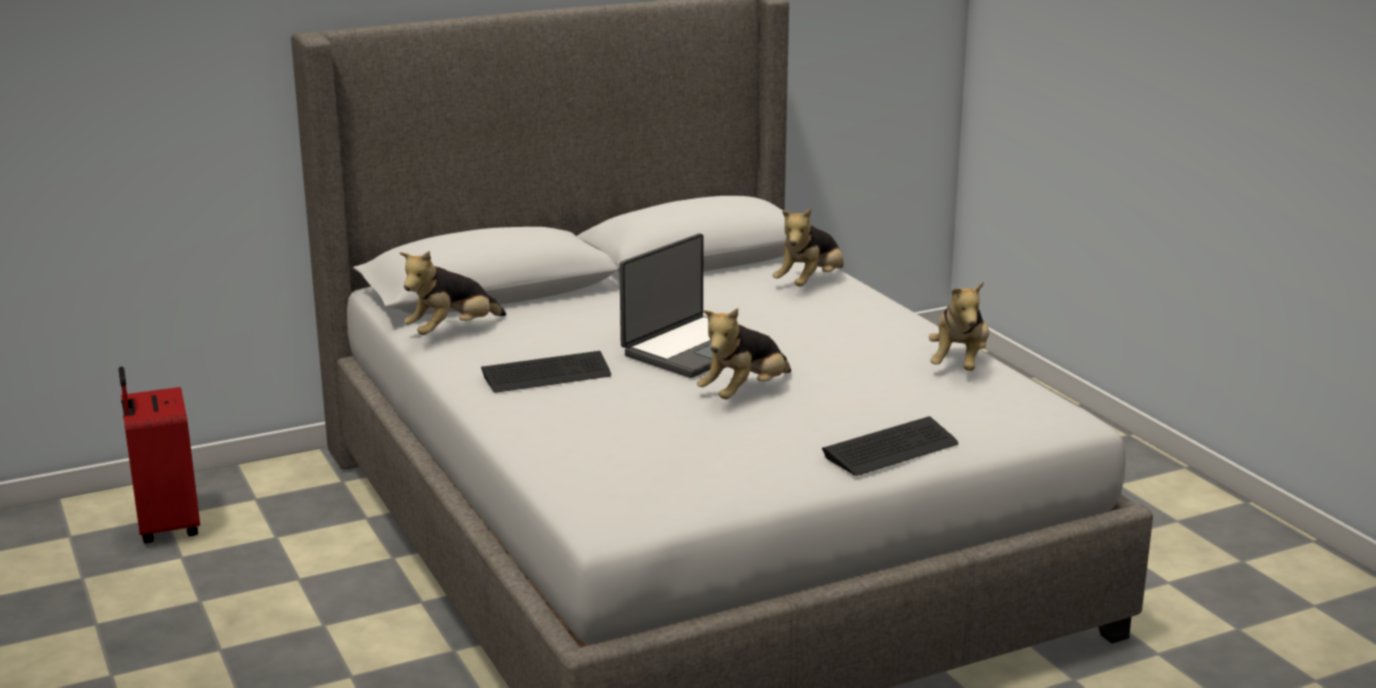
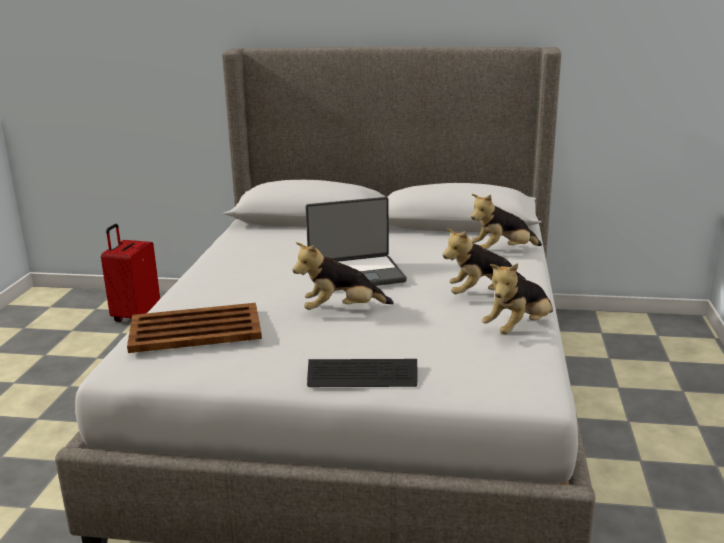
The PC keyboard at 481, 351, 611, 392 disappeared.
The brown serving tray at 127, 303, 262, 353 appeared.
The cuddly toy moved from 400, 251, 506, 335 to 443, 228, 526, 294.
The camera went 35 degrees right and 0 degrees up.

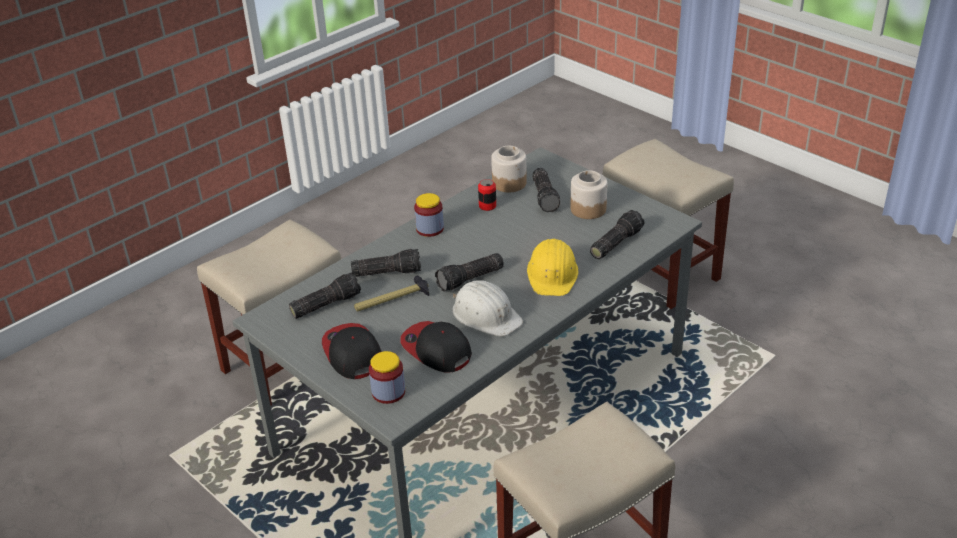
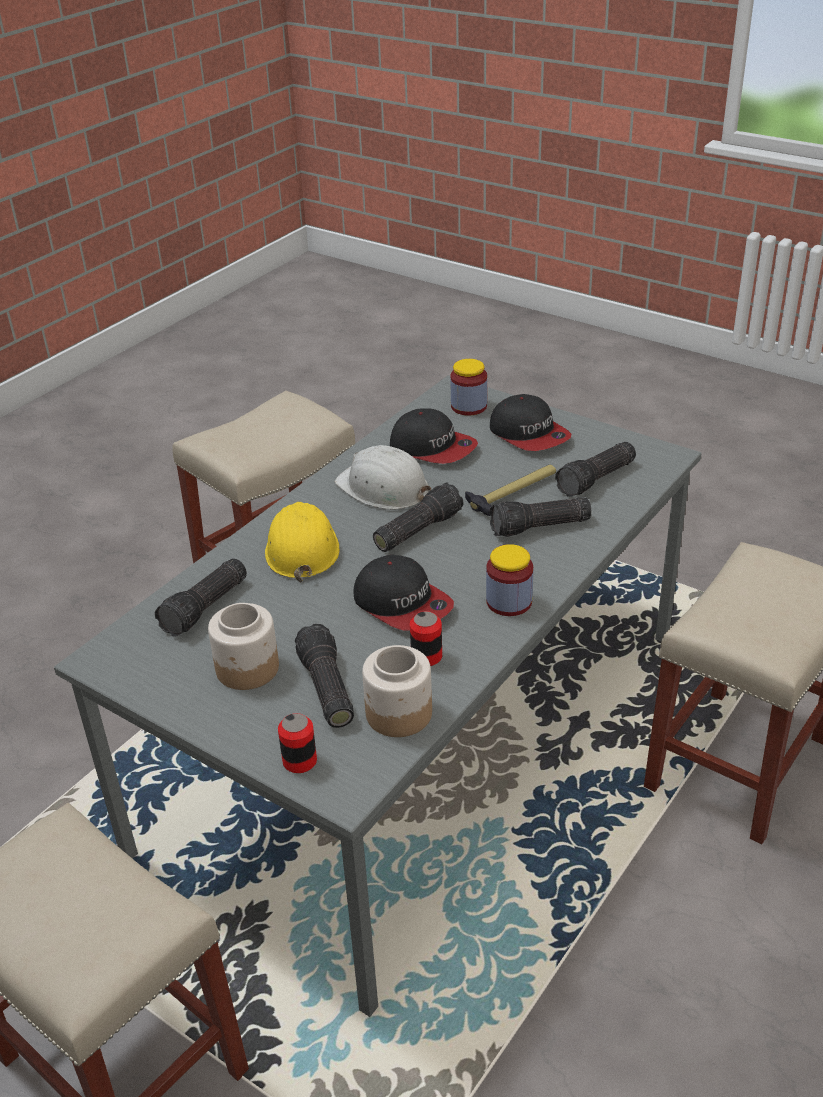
The sealed can at 278, 713, 317, 773 appeared.
The baseball cap at 353, 555, 454, 631 appeared.
The camera went 170 degrees right and 0 degrees up.

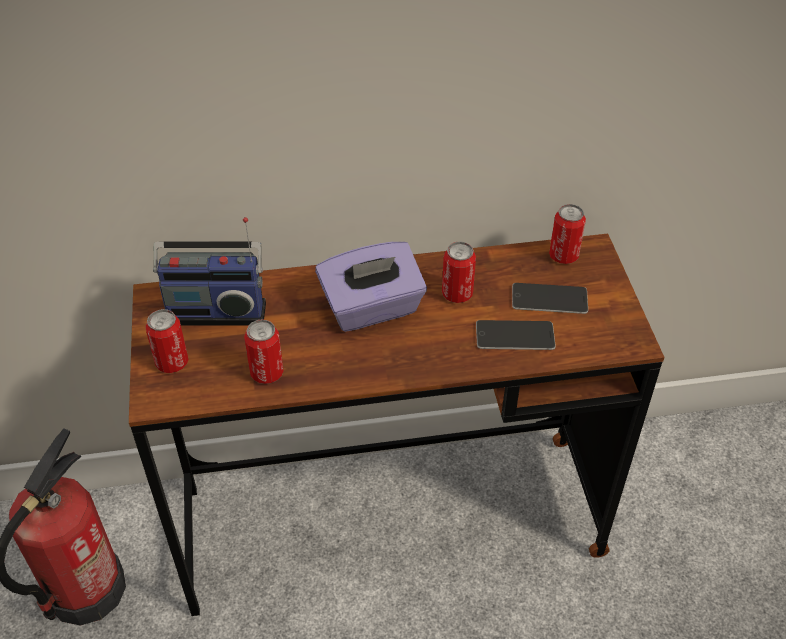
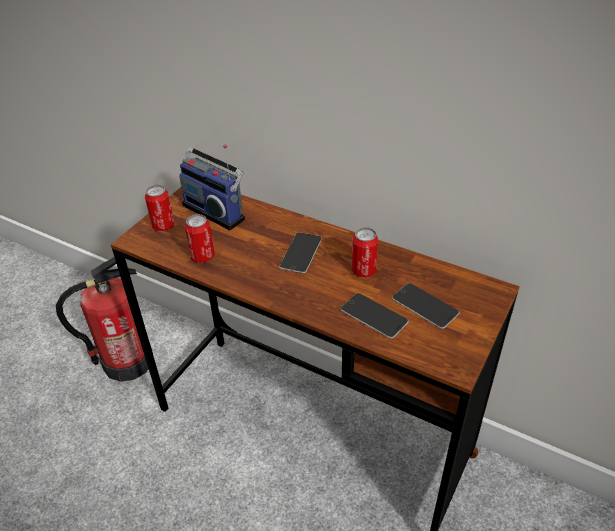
The sealed can at 549, 204, 586, 264 disappeared.
The purple tissue holder at 315, 242, 427, 332 was replaced by the handset at 279, 232, 322, 273.
The camera went 40 degrees right and 5 degrees down.

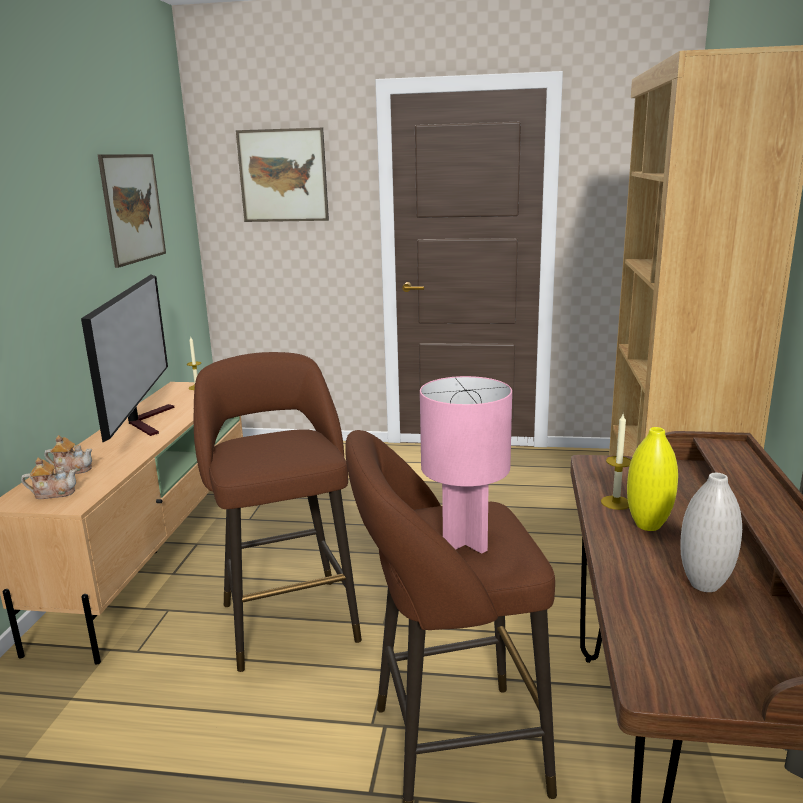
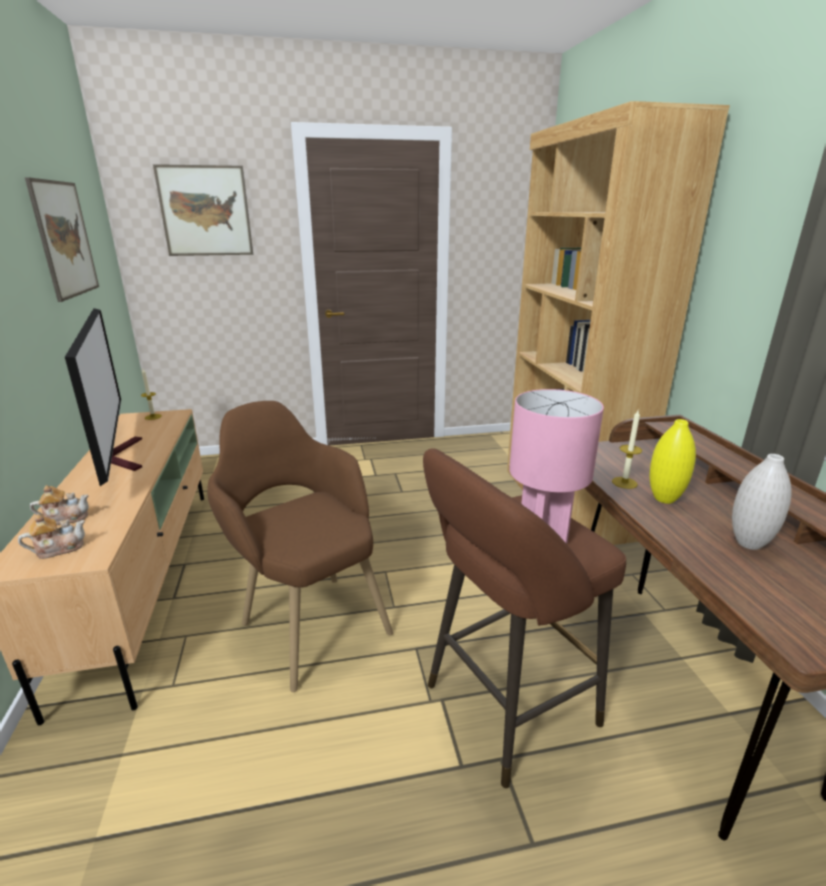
The brown sitting stool at 194, 352, 362, 672 was replaced by the brown lounge chair at 207, 401, 393, 692.
The camera went 20 degrees left and 5 degrees up.

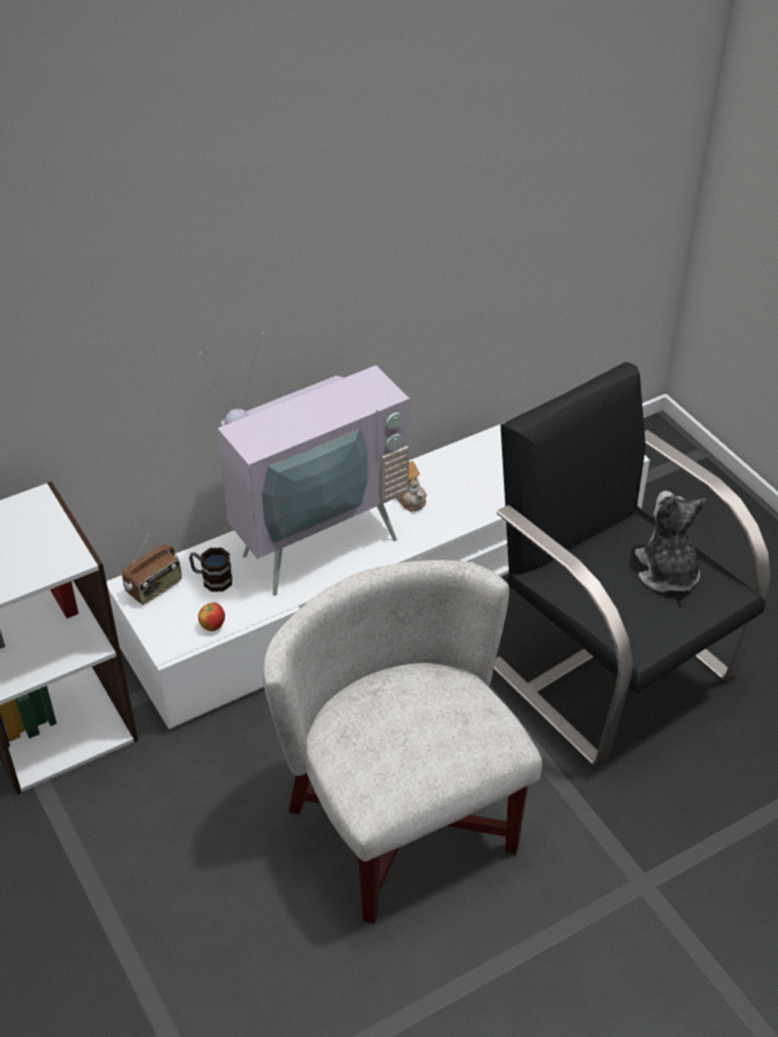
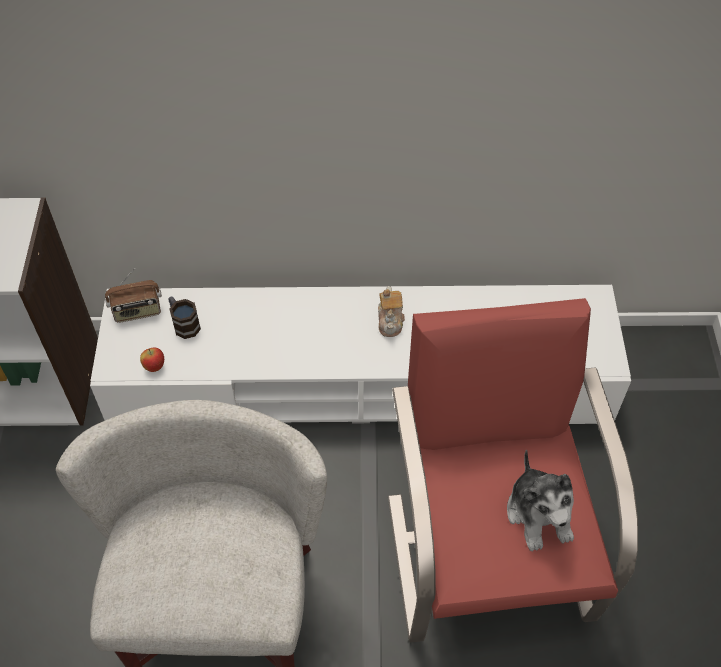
The television at 199, 332, 410, 596 disappeared.
The blackish lounge chair at 494, 362, 771, 766 became the red-coloured lounge chair at 388, 298, 638, 643.
The cuddly toy at 635, 491, 706, 593 turned 150 degrees clockwise.
The camera went 30 degrees right and 10 degrees up.

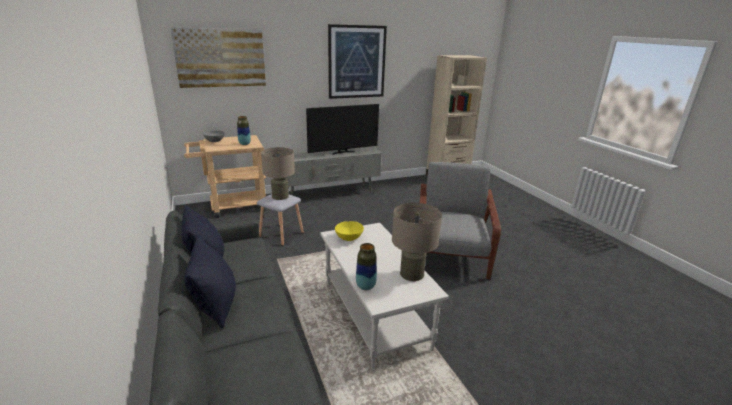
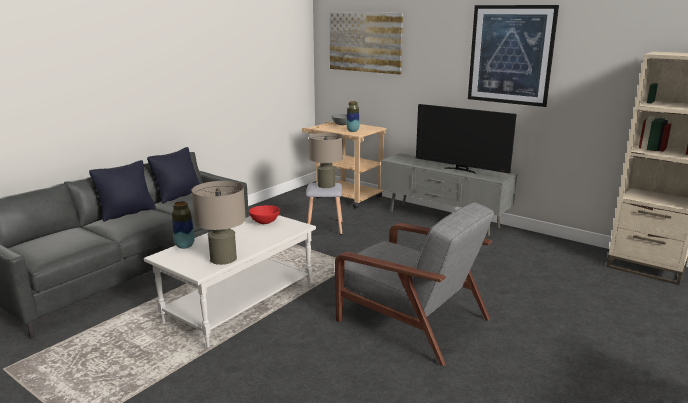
The yellowish deep dish at 335, 221, 364, 241 became the red-coloured deep dish at 249, 205, 280, 224.
The grey lounge chair at 420, 162, 501, 279 turned 60 degrees clockwise.
The camera went 60 degrees right and 5 degrees down.

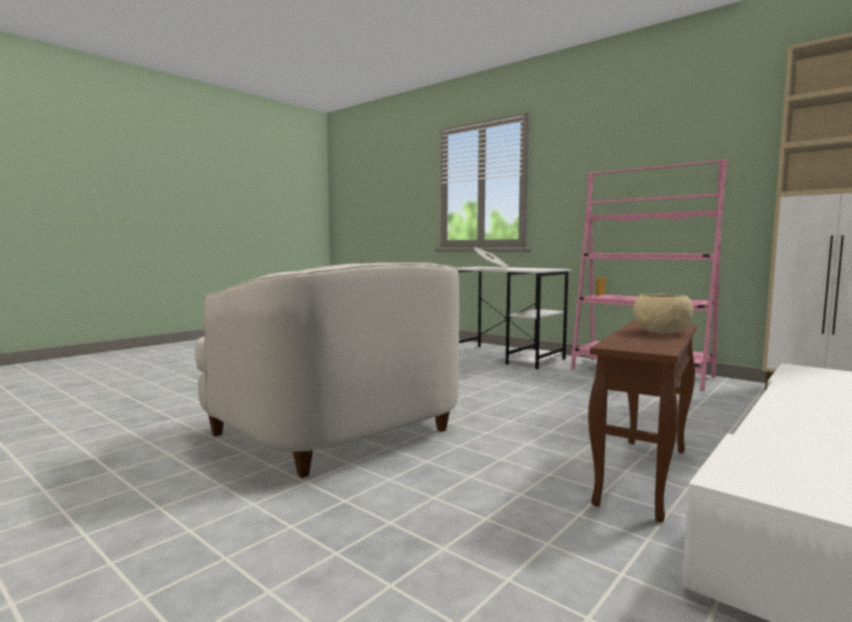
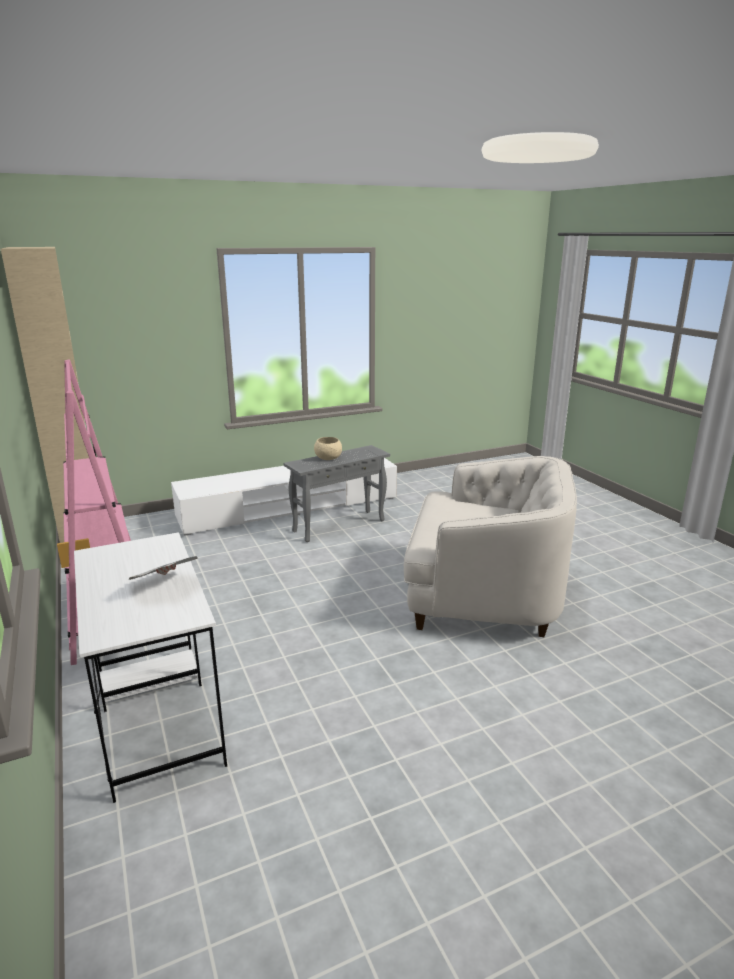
The brown accent table at 588, 320, 697, 523 became the grey accent table at 284, 445, 390, 542.
The whitish lounge chair at 195, 263, 459, 478 turned 120 degrees clockwise.
The camera went 155 degrees left and 15 degrees up.

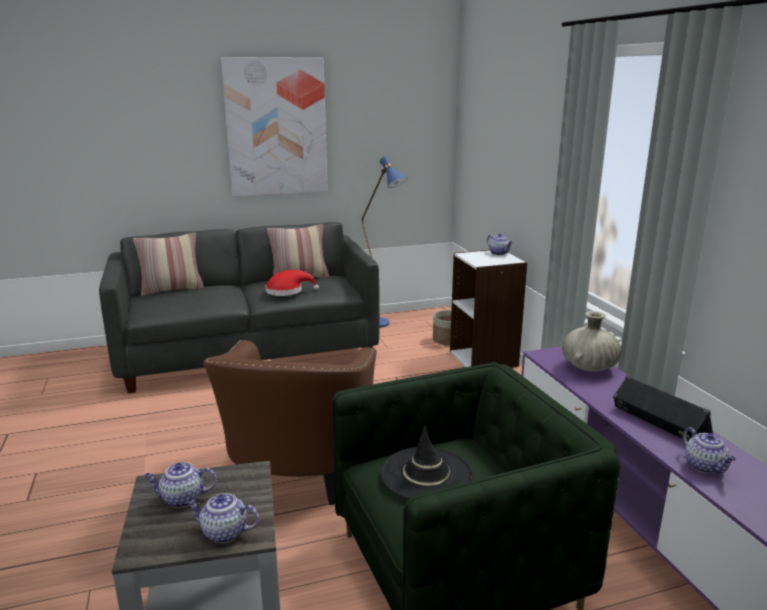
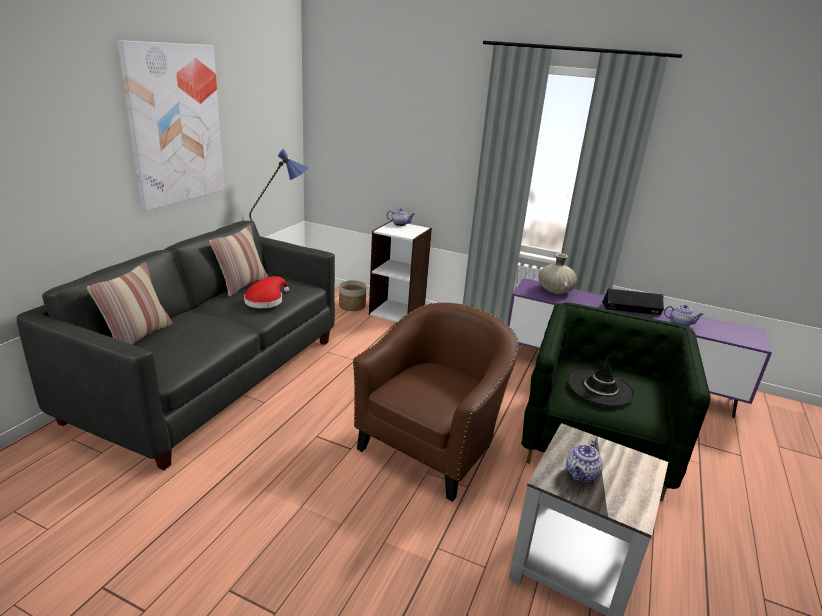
The teapot at 186, 493, 259, 543 disappeared.
The brown lounge chair at 203, 340, 376, 505 turned 105 degrees counterclockwise.
The camera went 50 degrees left and 5 degrees up.

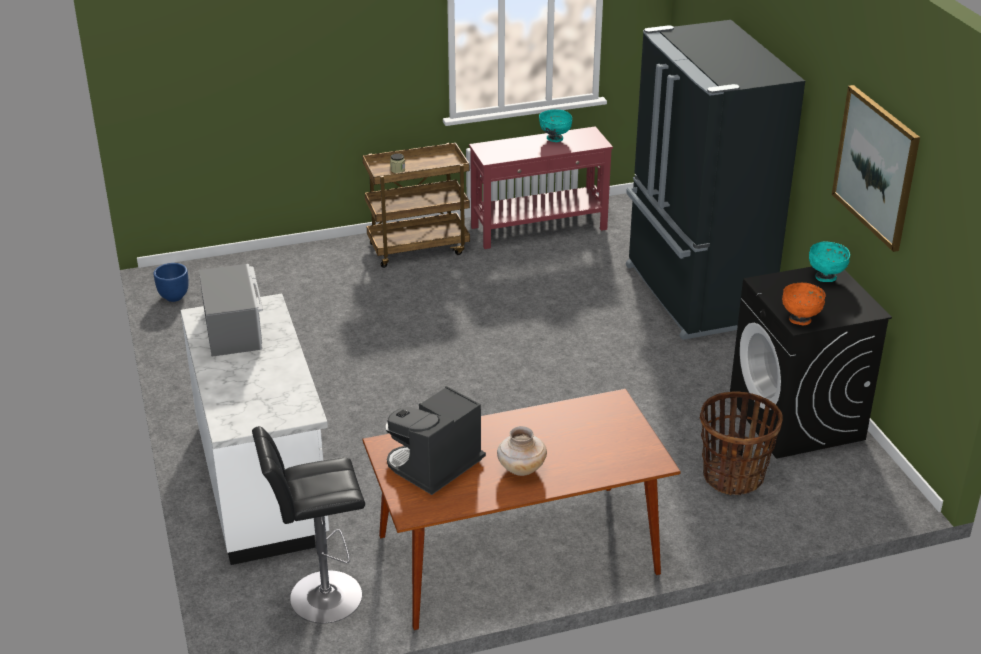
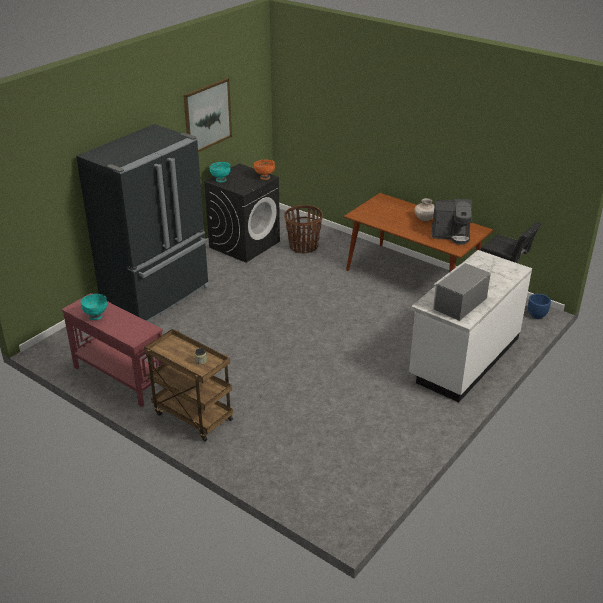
The blue-coloured flower pot moved from 154, 263, 188, 302 to 528, 294, 551, 319.
The camera went 125 degrees left and 0 degrees up.

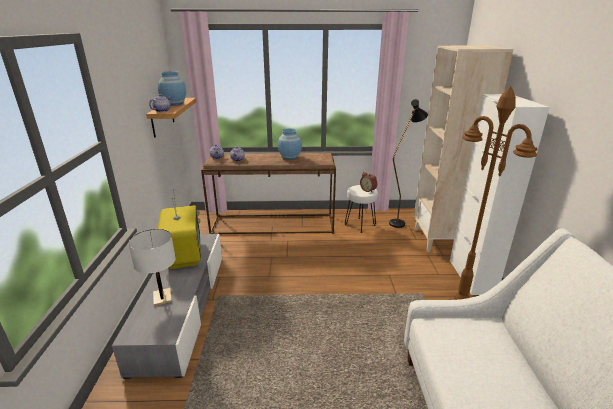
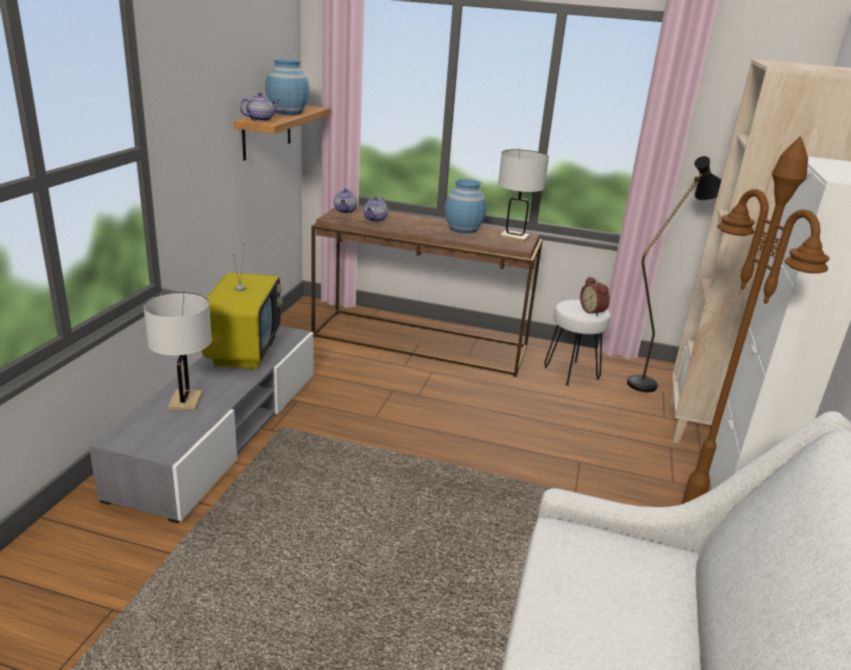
The whitish lamp for a table at 498, 149, 549, 242 appeared.
The camera went 15 degrees right and 0 degrees up.

